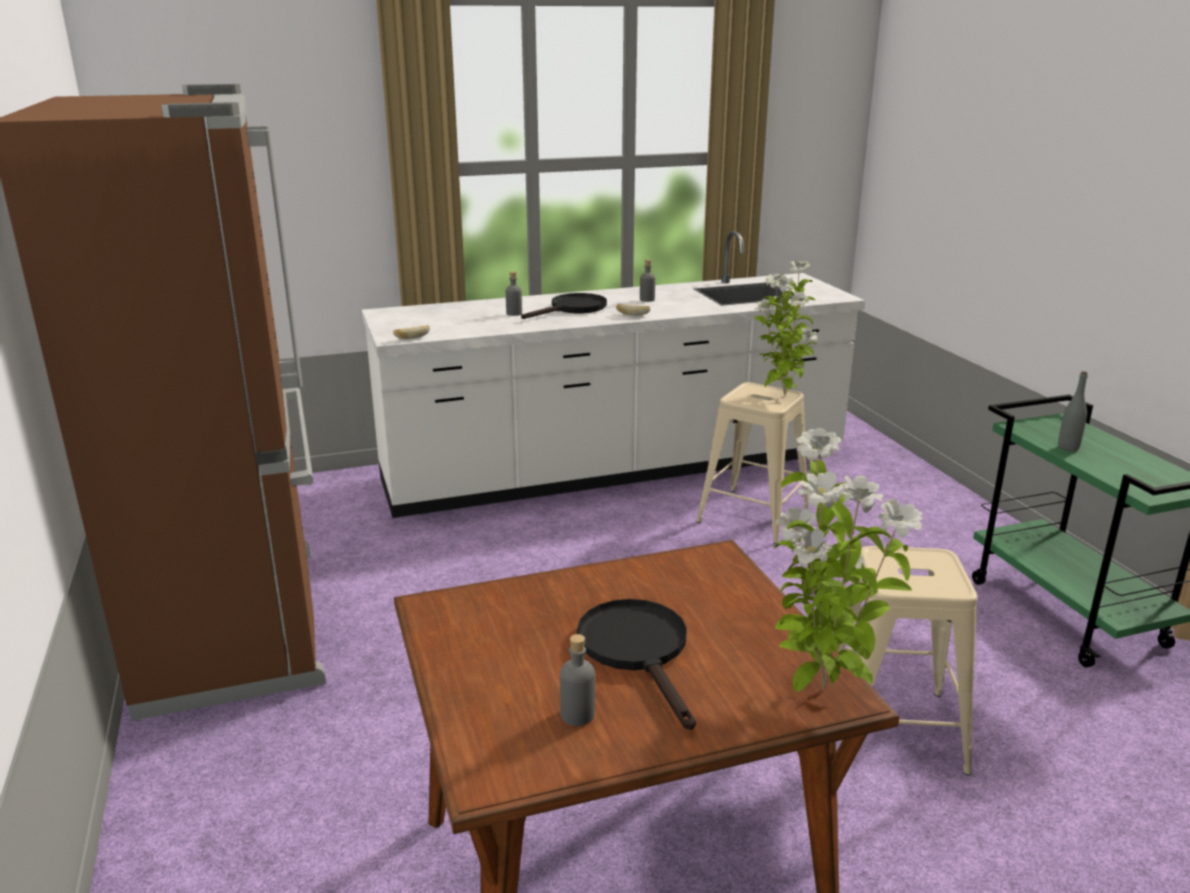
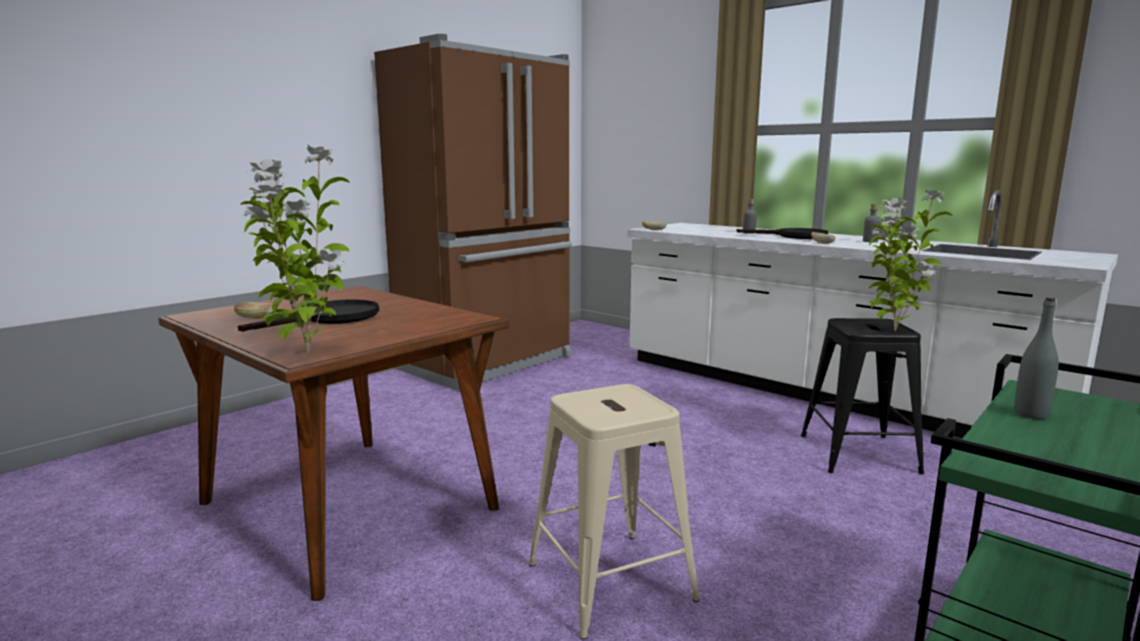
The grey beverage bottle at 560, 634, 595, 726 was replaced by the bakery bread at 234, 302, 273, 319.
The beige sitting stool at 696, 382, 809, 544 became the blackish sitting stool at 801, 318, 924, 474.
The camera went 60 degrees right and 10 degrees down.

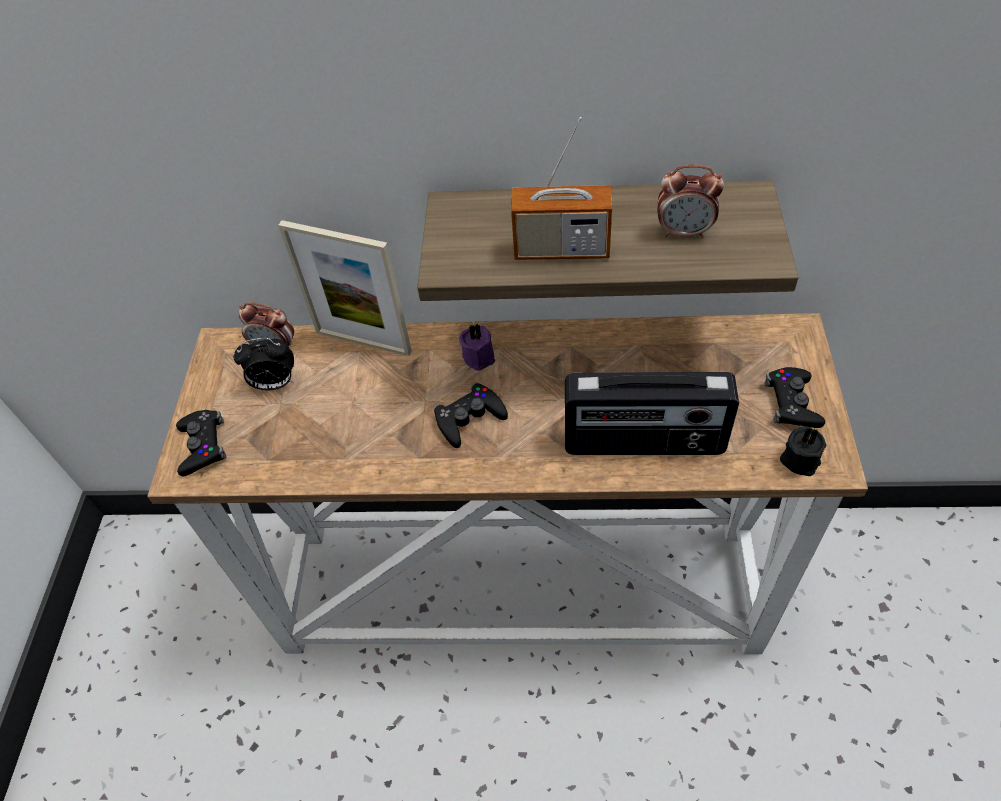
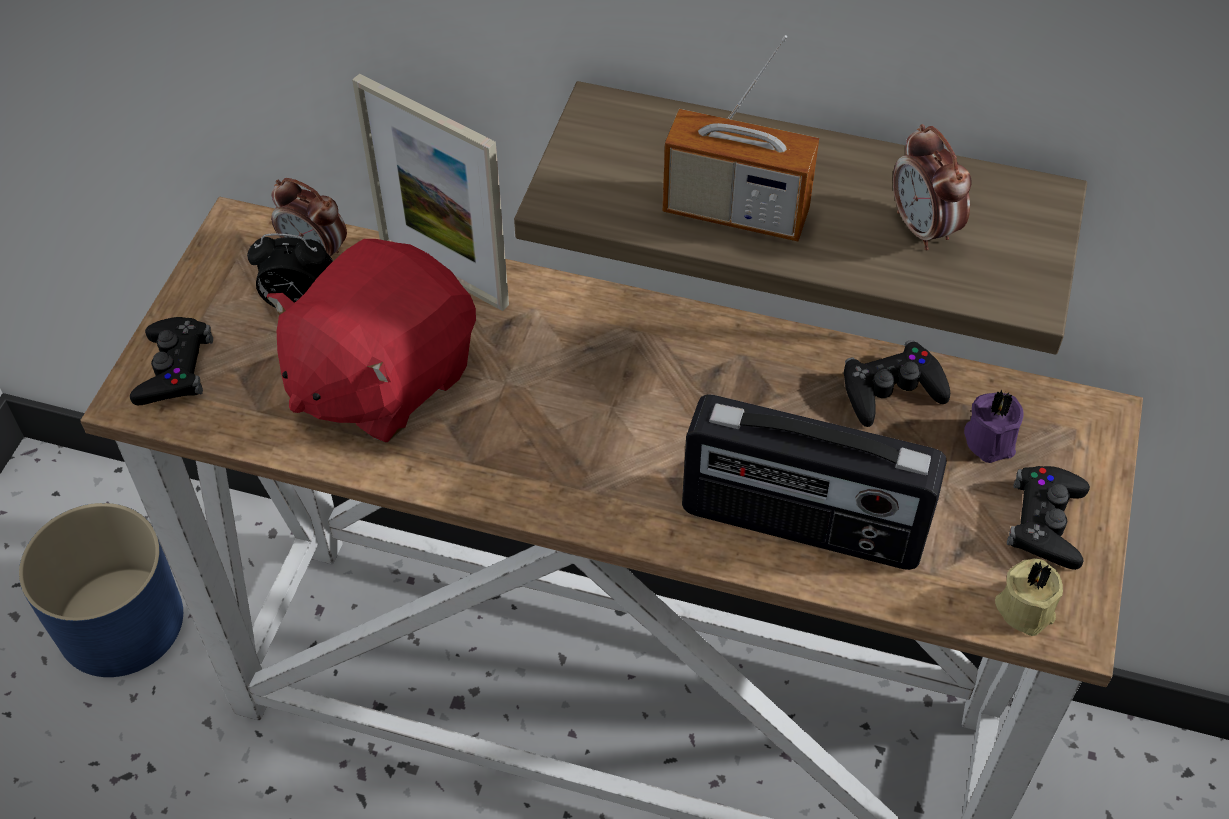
The blue-coloured flower pot at 19, 503, 183, 677 appeared.
The red-coloured cuddly toy at 267, 239, 476, 442 appeared.
The blackish gamepad moved from 434, 383, 508, 448 to 844, 340, 950, 427.
The purple wax candle moved from 459, 324, 495, 371 to 964, 390, 1023, 463.
The blackish wax candle at 780, 426, 826, 476 became the beige wax candle at 995, 558, 1063, 636.
The bedside clock at 657, 165, 724, 239 turned 45 degrees clockwise.
The camera went 10 degrees right and 0 degrees up.

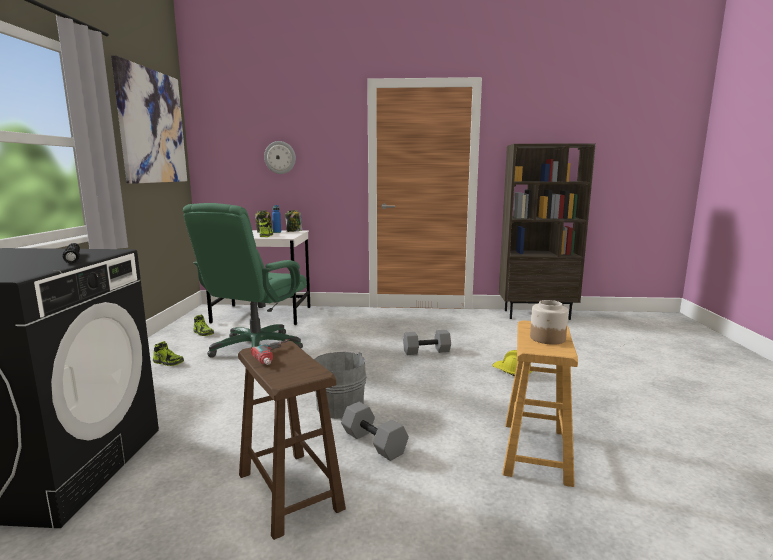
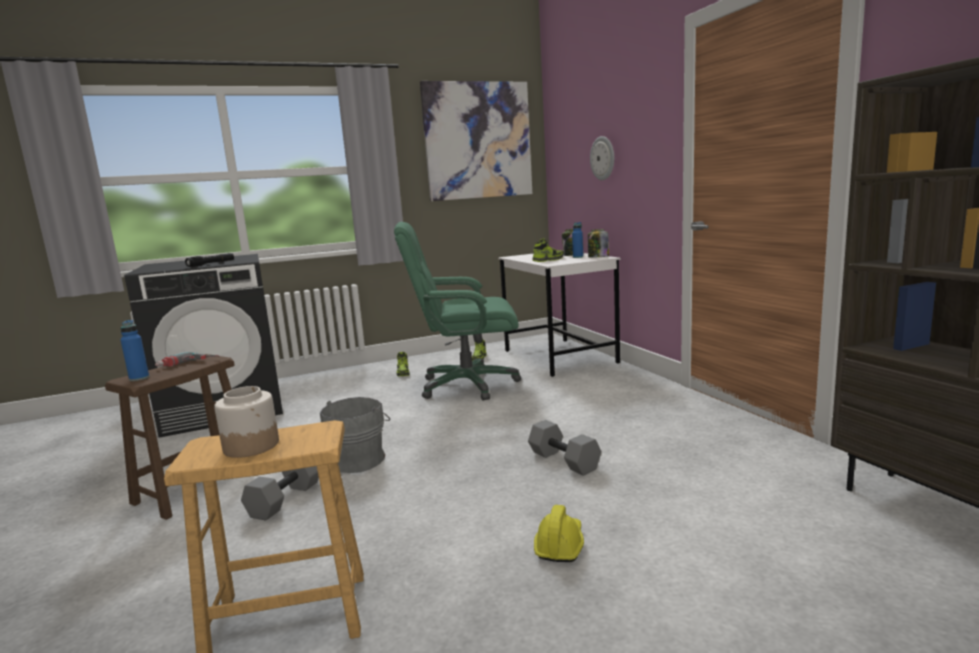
The blue-coloured beverage bottle at 120, 320, 149, 381 appeared.
The camera went 65 degrees right and 0 degrees up.

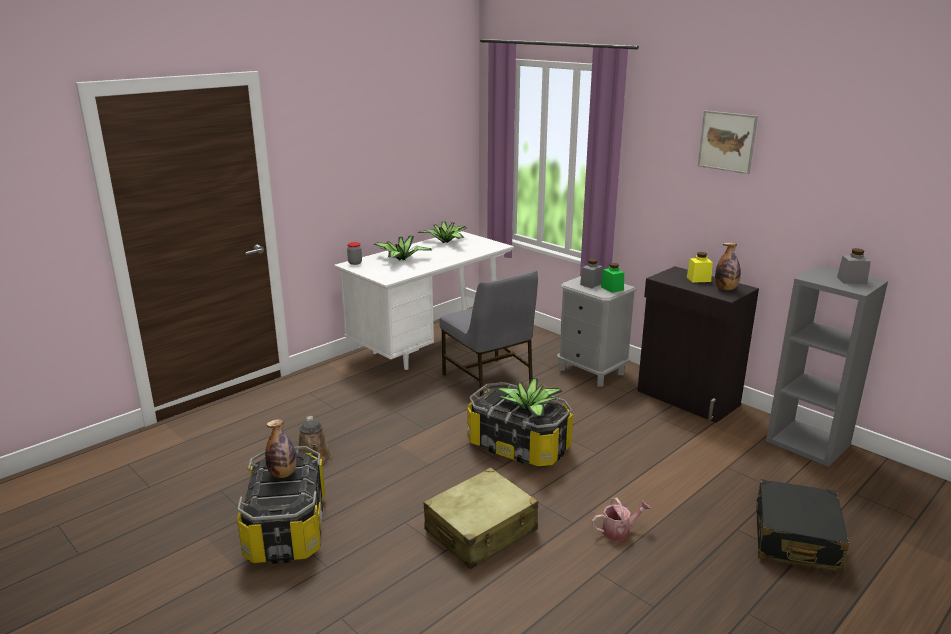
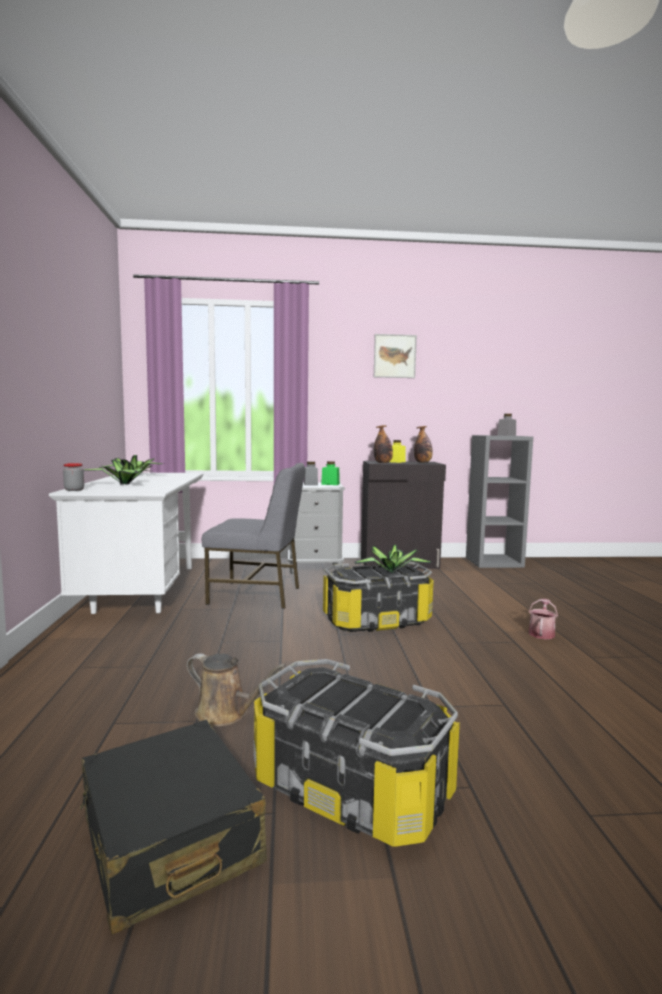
The beige piece of luggage at 424, 467, 538, 569 disappeared.
The beverage bottle moved from 265, 419, 297, 478 to 374, 425, 393, 463.
The blackish piece of luggage moved from 755, 479, 849, 574 to 80, 720, 267, 935.
The camera went 50 degrees left and 15 degrees down.

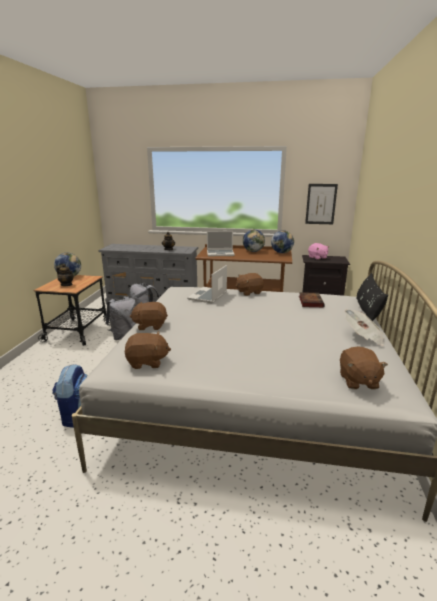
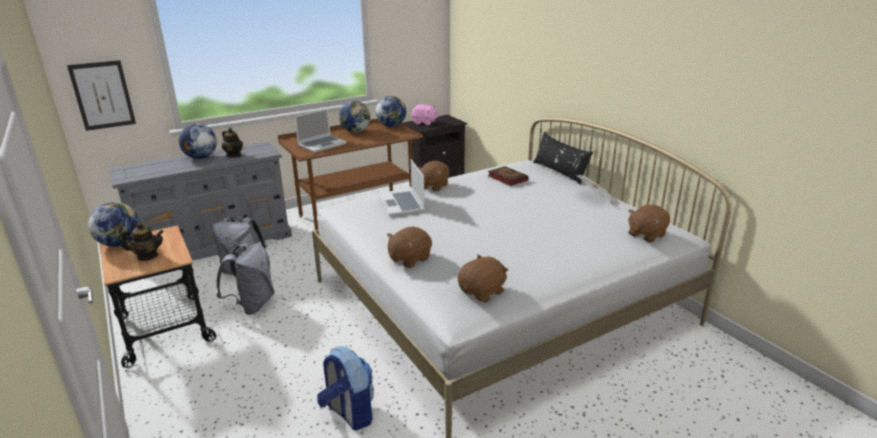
The world globe at 178, 123, 217, 159 appeared.
The wall art moved from 305, 184, 338, 224 to 67, 60, 136, 131.
The brown cuddly toy at 340, 346, 388, 389 turned 90 degrees clockwise.
The camera went 40 degrees left and 5 degrees up.

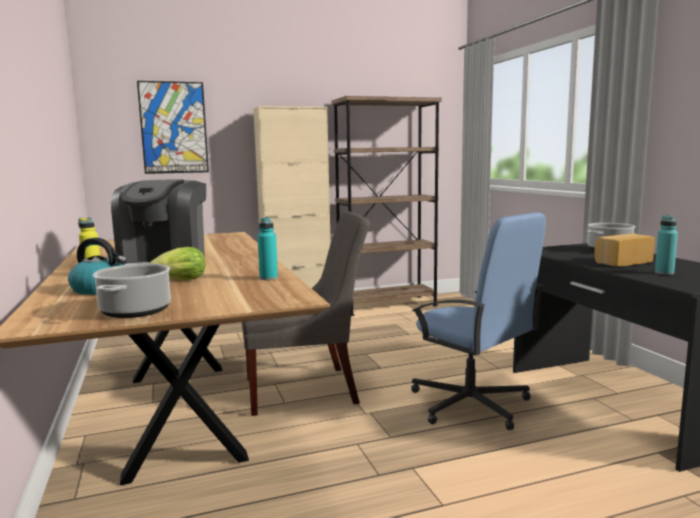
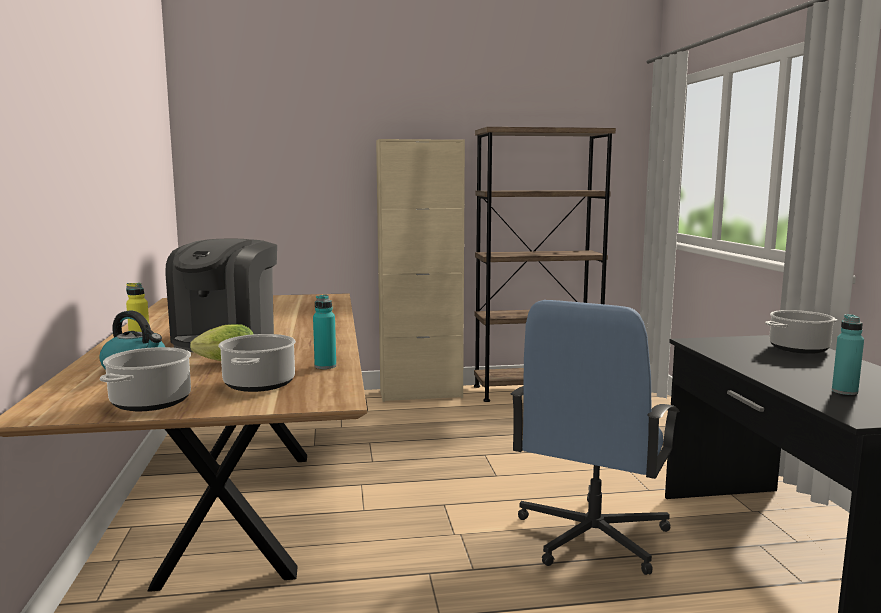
The wall art at 137, 81, 209, 174 disappeared.
The grey plain chair at 242, 211, 370, 416 disappeared.
The bakery bread at 594, 233, 655, 267 disappeared.
The stockpot at 218, 334, 296, 392 appeared.
The blue-coloured computer chair at 411, 212, 546, 430 turned 60 degrees clockwise.
The camera went 10 degrees right and 0 degrees up.

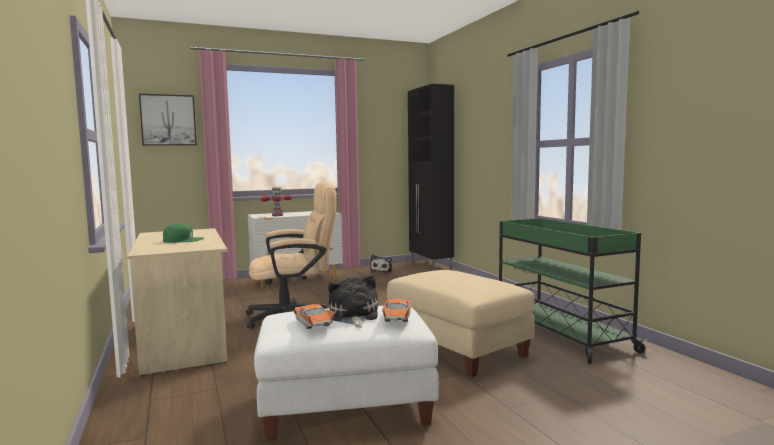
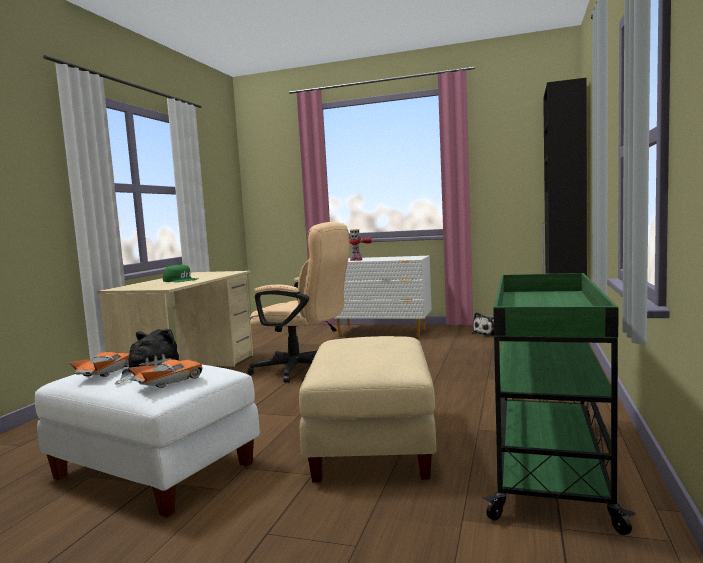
The wall art at 139, 94, 197, 146 disappeared.
The camera went 40 degrees right and 0 degrees up.

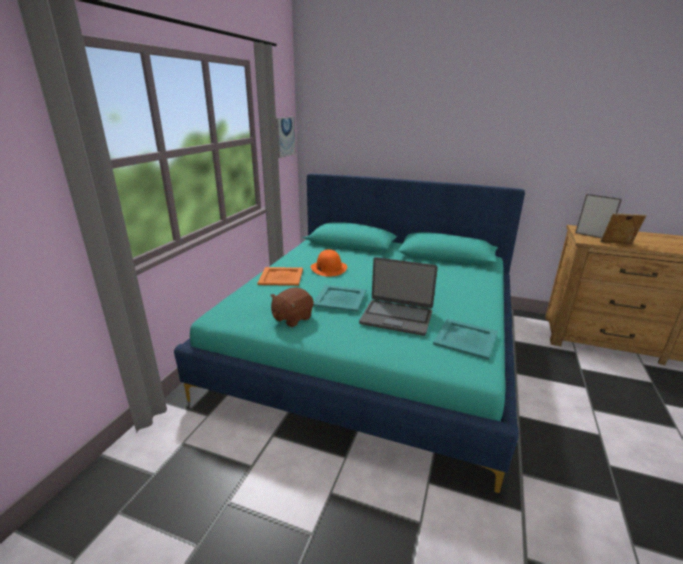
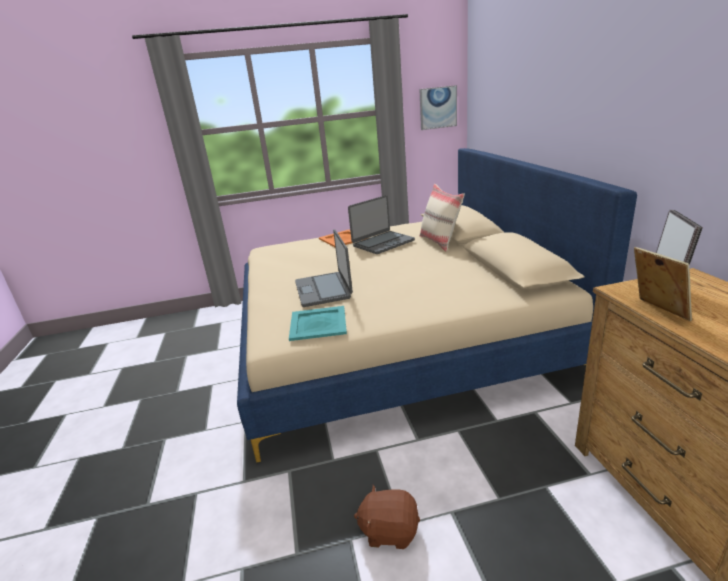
The turquoise serving tray at 313, 285, 366, 312 disappeared.
The beige pillow at 420, 184, 465, 252 appeared.
The brown cuddly toy moved from 270, 287, 314, 327 to 354, 485, 420, 549.
The orange hat at 311, 249, 347, 277 was replaced by the notebook computer at 348, 195, 415, 254.
The turquoise sleeping bed at 174, 173, 525, 493 became the beige sleeping bed at 237, 148, 637, 462.
The camera went 60 degrees right and 0 degrees up.

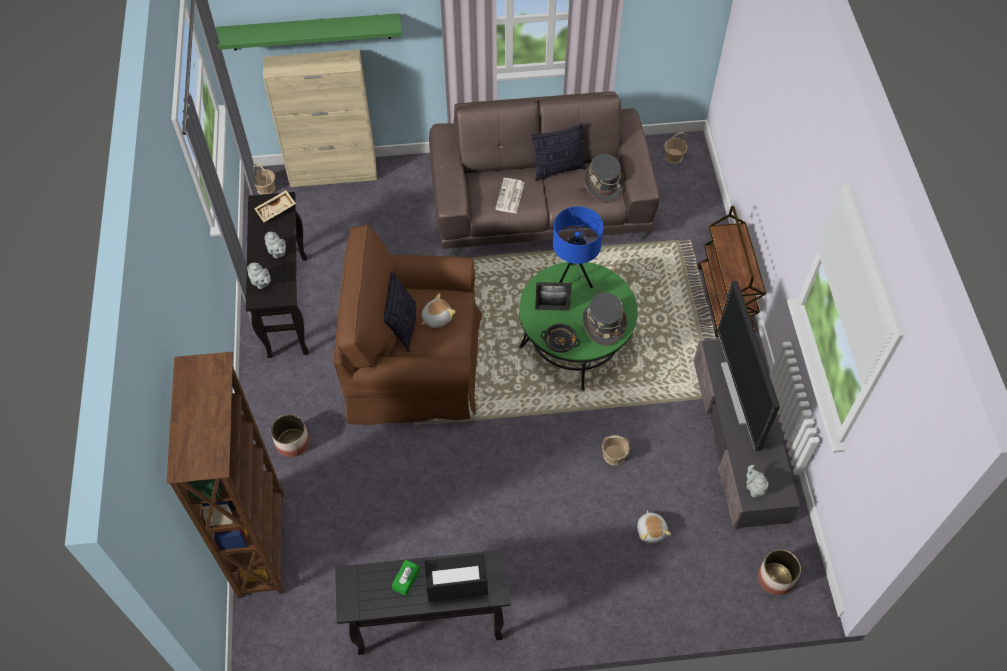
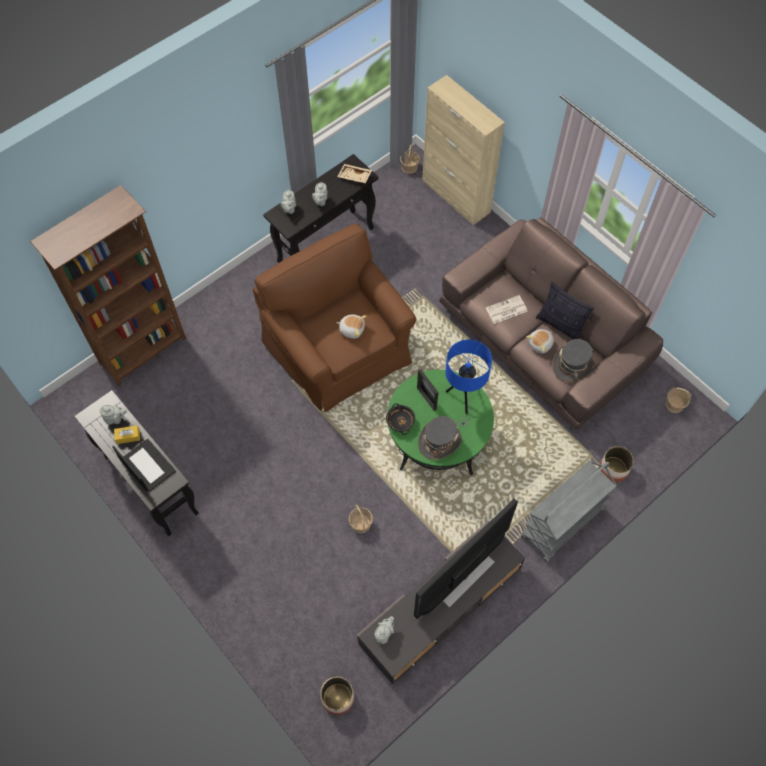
The green-coloured wall shelf at 216, 13, 402, 51 disappeared.
The pillow at 383, 271, 416, 352 disappeared.
The grey teapot at 100, 405, 127, 425 appeared.
The flower pot moved from 271, 414, 309, 457 to 599, 446, 634, 483.
The cuddly toy moved from 637, 510, 671, 543 to 526, 329, 554, 354.
The green-coloured tissue holder at 392, 560, 420, 596 became the yellowish tissue holder at 114, 425, 140, 444.
The brown trolley at 698, 206, 766, 337 became the grey trolley at 521, 460, 617, 562.
The camera went 55 degrees right and 5 degrees up.

